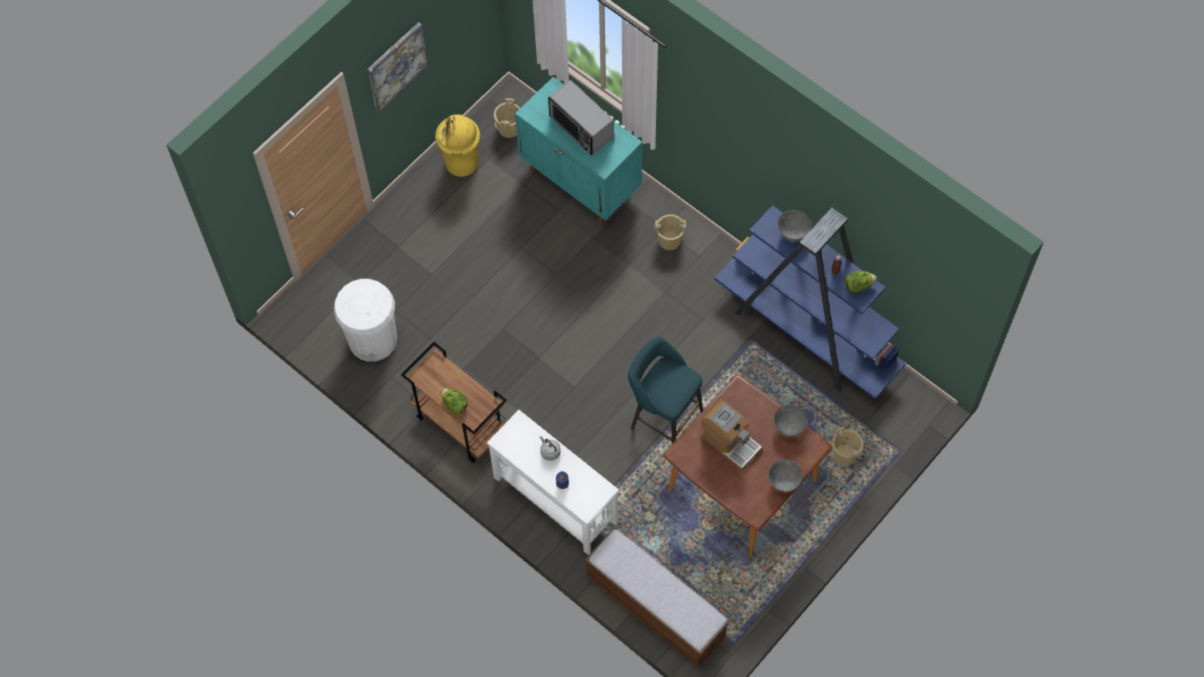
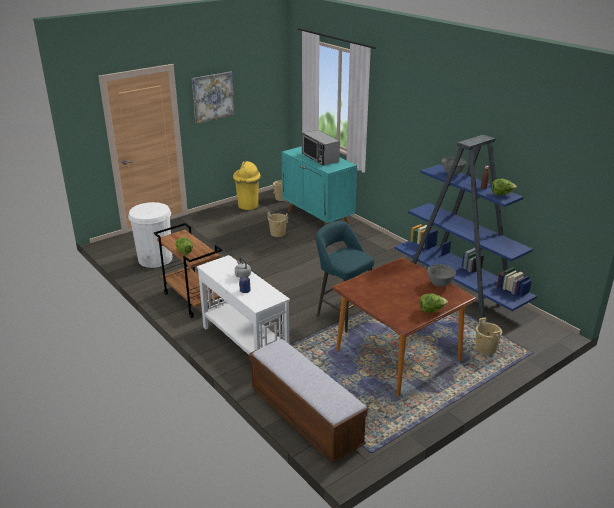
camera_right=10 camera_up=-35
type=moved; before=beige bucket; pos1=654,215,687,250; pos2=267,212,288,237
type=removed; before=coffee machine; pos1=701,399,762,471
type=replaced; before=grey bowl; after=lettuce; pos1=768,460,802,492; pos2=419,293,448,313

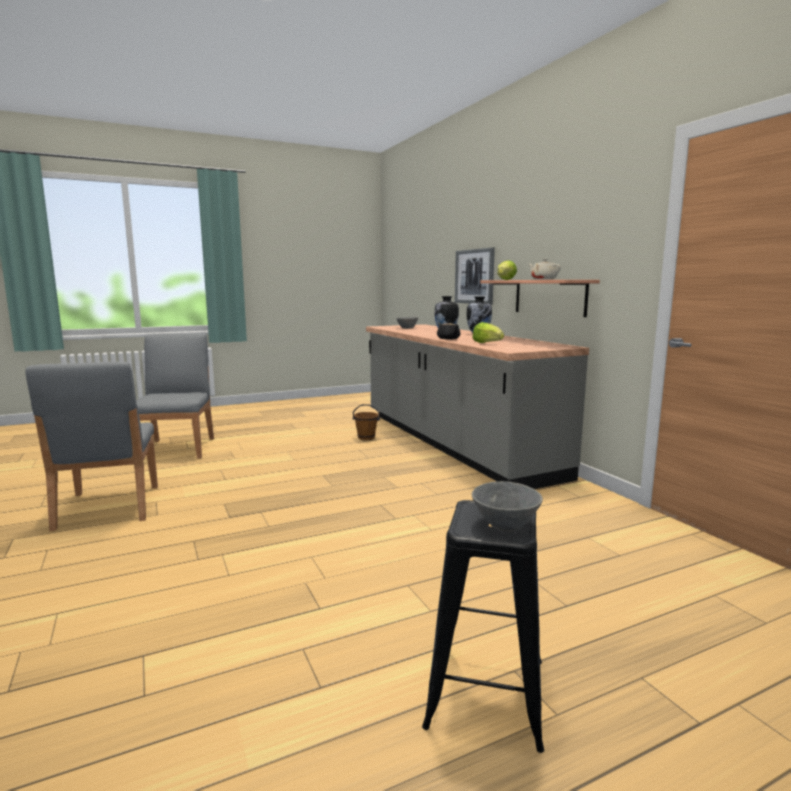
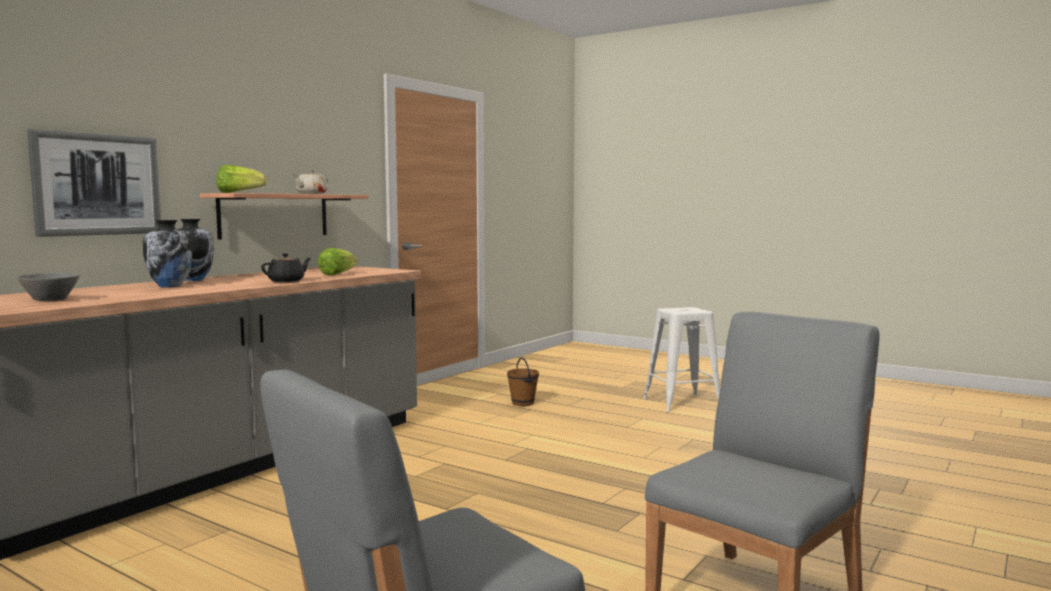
camera_right=-120 camera_up=-5
type=moved; before=brown bucket; pos1=352,404,380,440; pos2=507,357,539,406
type=removed; before=grey bowl; pos1=472,481,543,531
type=recoloured; before=black stool; after=white stool; pos1=422,500,544,753; pos2=643,307,720,412

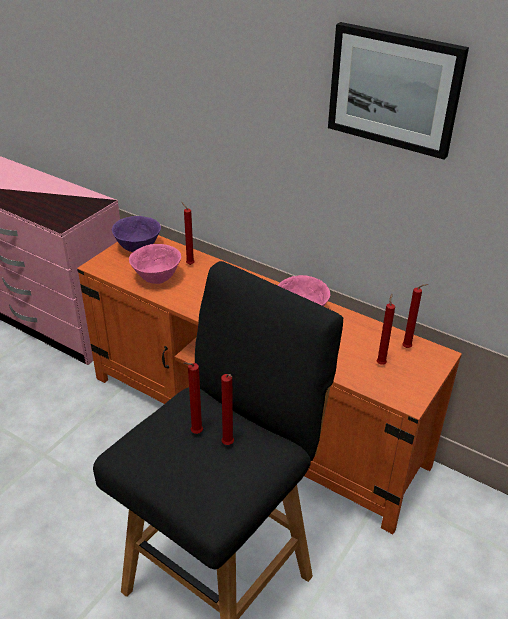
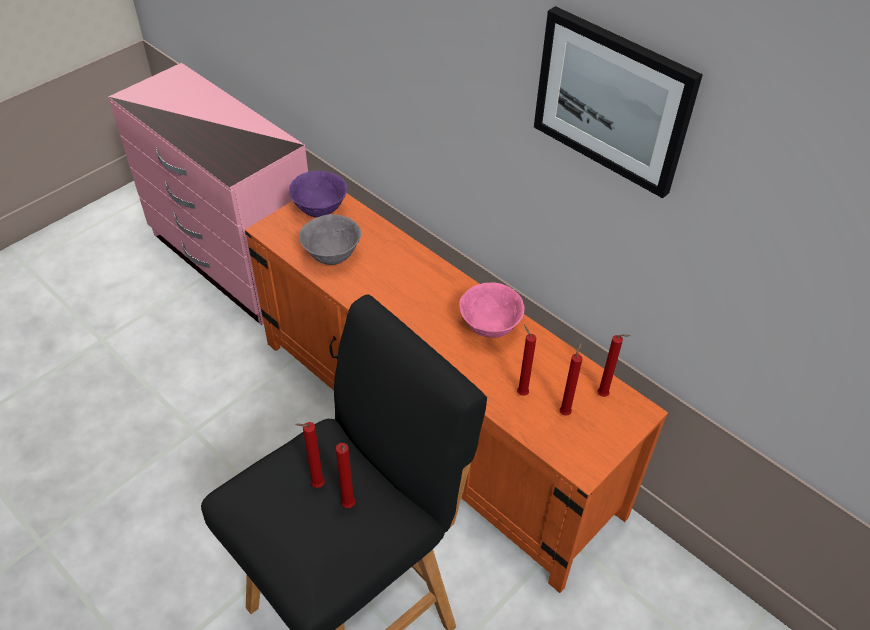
camera_right=10 camera_up=10
type=moved; before=red candle; pos1=181,201,195,265; pos2=517,325,536,396
type=recoloured; before=pink bowl; after=grey bowl; pos1=129,244,181,284; pos2=299,214,361,265

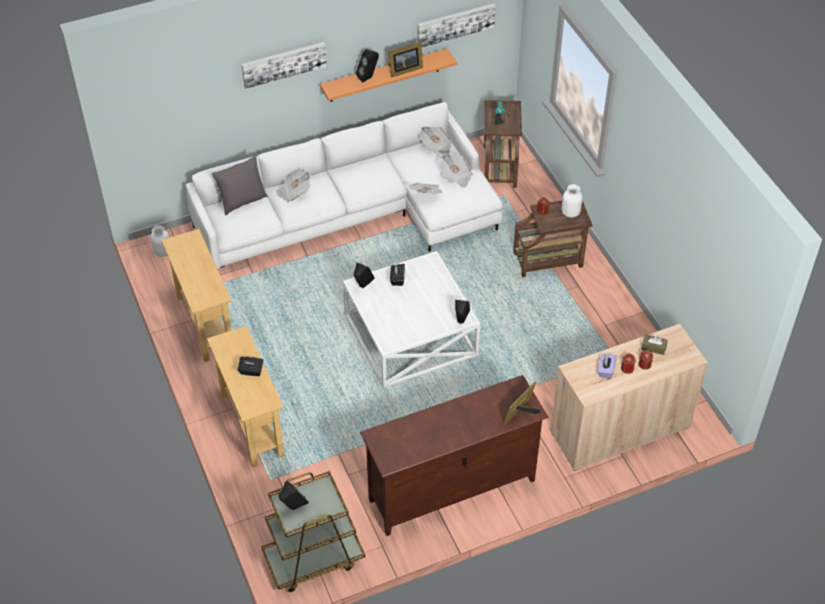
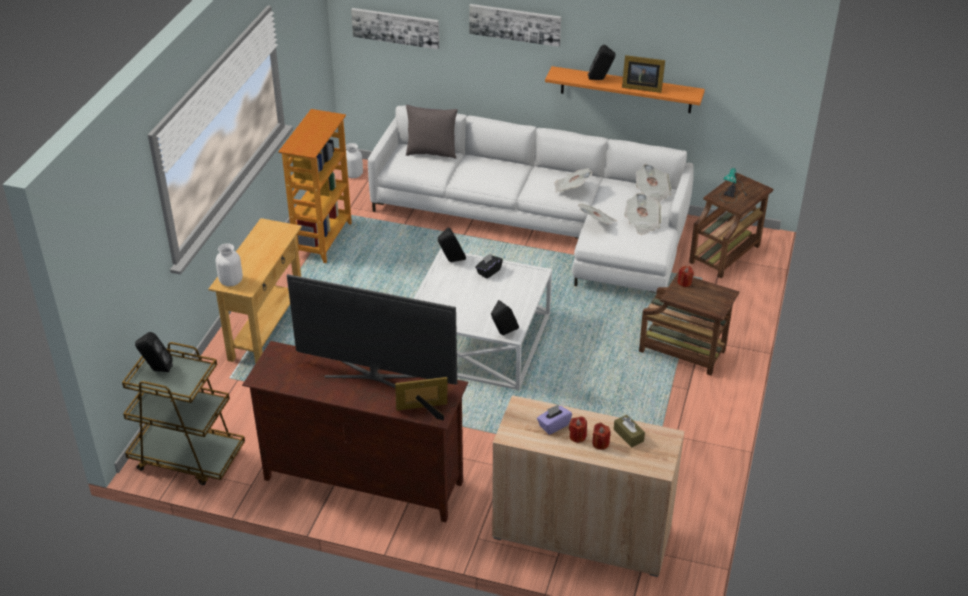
camera_right=40 camera_up=-10
type=moved; before=picture; pos1=418,3,496,48; pos2=351,8,439,49
type=moved; before=newspaper; pos1=277,170,311,203; pos2=554,168,592,192
type=moved; before=white vase; pos1=561,184,583,218; pos2=215,243,243,286
type=replaced; before=beige console table; after=bookcase; pos1=162,229,232,362; pos2=278,109,352,263
type=removed; before=black tissue box; pos1=238,356,264,376
type=added; after=television; pos2=287,274,457,388

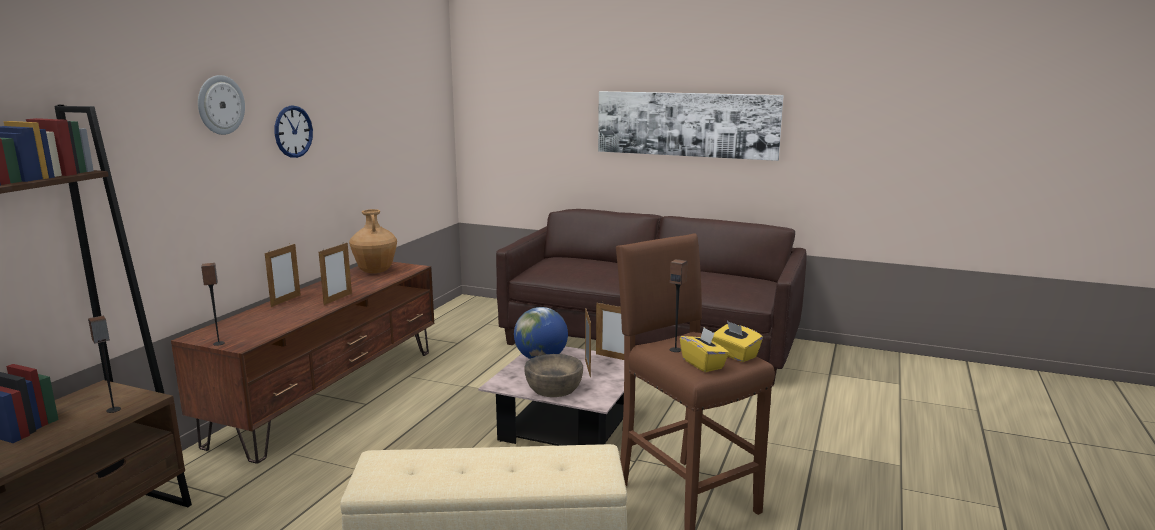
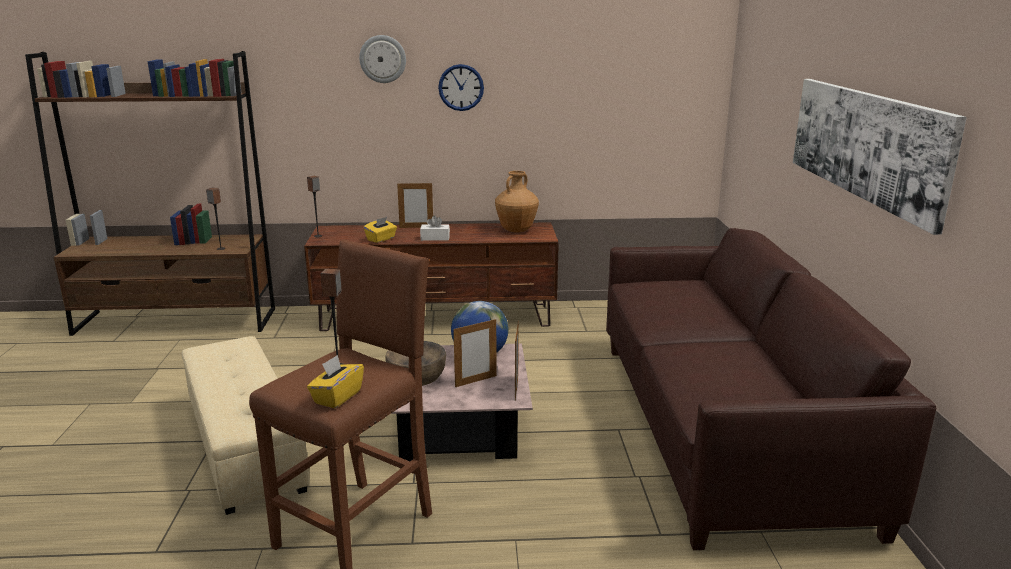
camera_right=65 camera_up=5
type=replaced; before=picture frame; after=white tissue box; pos1=319,242,352,305; pos2=420,215,450,241
type=moved; before=yellow tissue box; pos1=680,327,729,372; pos2=364,217,397,243

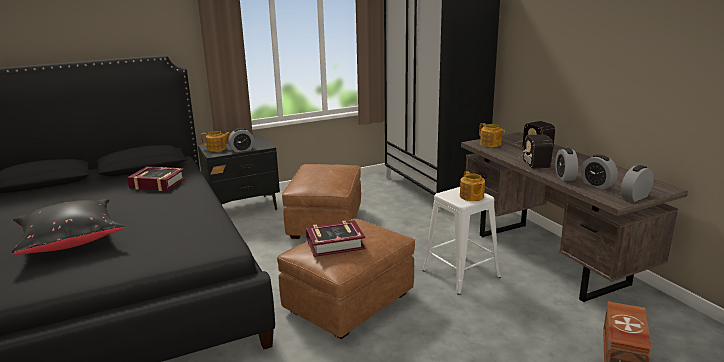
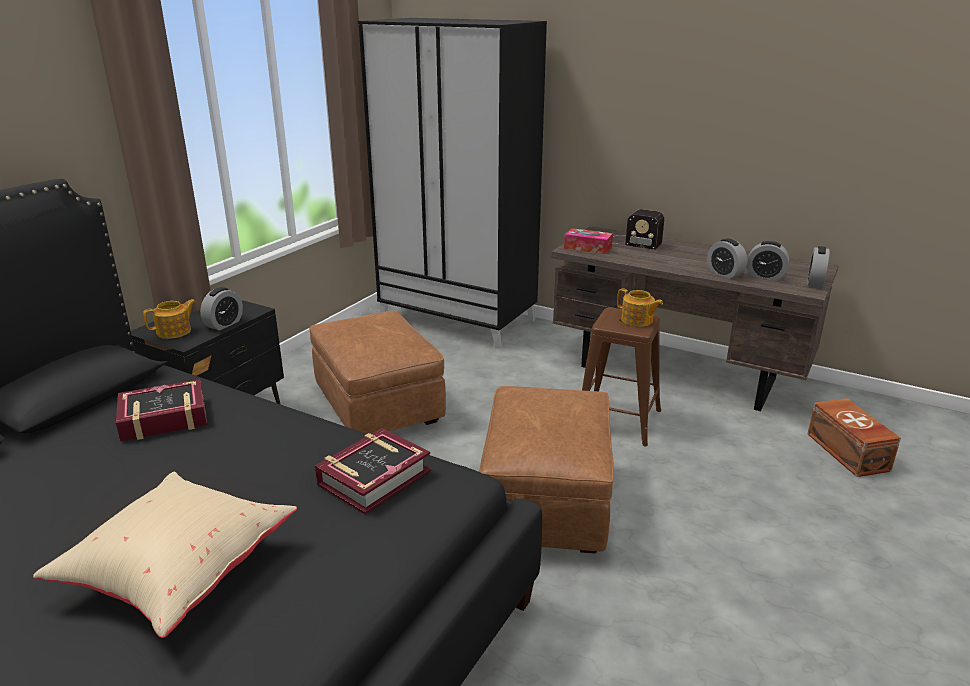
camera_right=-35 camera_up=5
type=replaced; before=teapot; after=tissue box; pos1=479,123,505,147; pos2=564,228,613,254
type=removed; before=radio; pos1=518,134,553,169
type=recoloured; before=white stool; after=brown stool; pos1=422,187,501,295; pos2=582,307,661,446
type=recoloured; before=black pillow; after=beige pillow; pos1=12,199,125,255; pos2=33,472,297,638
type=moved; before=book; pos1=306,220,366,257; pos2=315,428,431,514

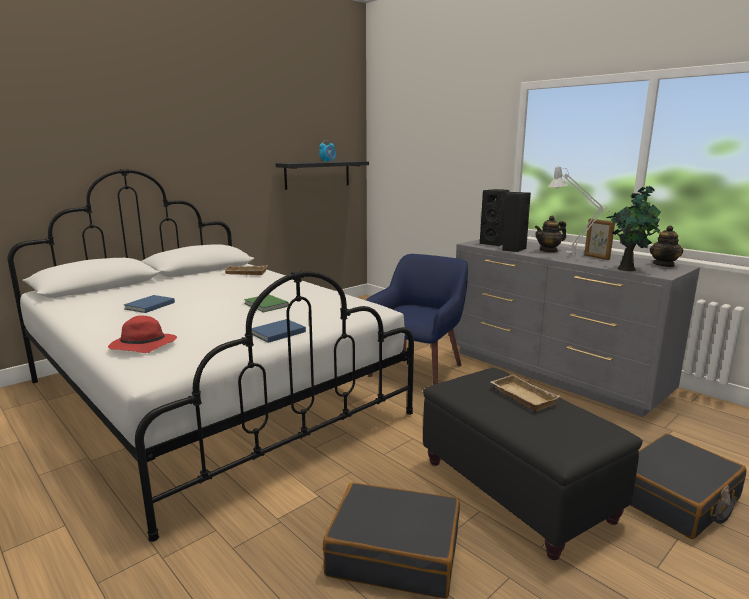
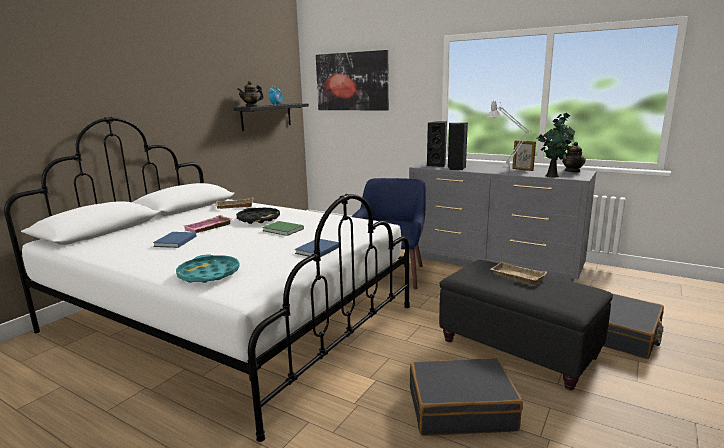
camera_right=-15 camera_up=0
type=moved; before=teapot; pos1=535,216,566,252; pos2=237,81,264,107
type=replaced; before=red hat; after=turquoise tray; pos1=108,315,177,353; pos2=176,255,240,283
type=added; after=picture; pos2=316,50,389,111
type=added; after=black tray; pos2=236,208,280,224
type=added; after=pink tray; pos2=182,215,232,233

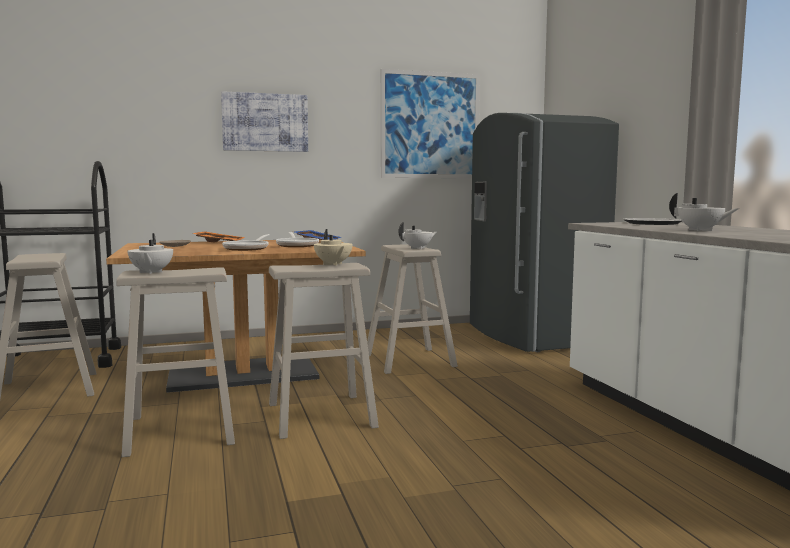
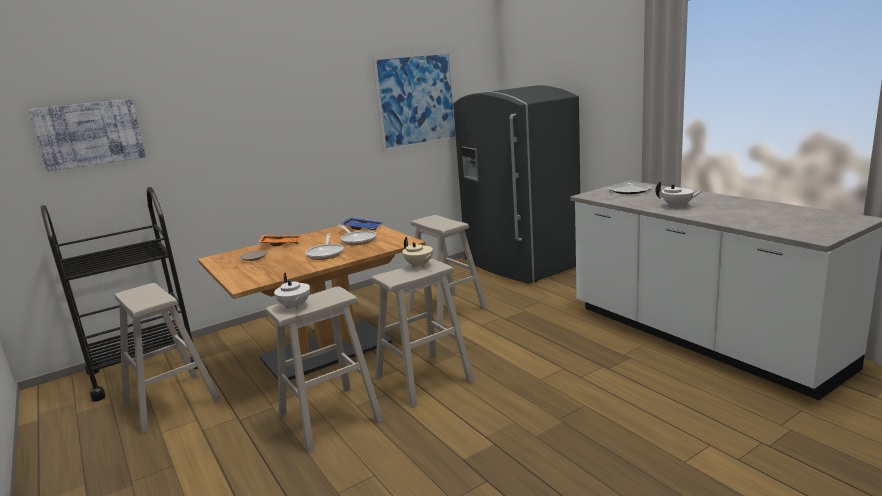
camera_right=-15 camera_up=10
type=moved; before=picture; pos1=221,91,308,152; pos2=29,99,146,172
type=removed; before=white teapot; pos1=398,222,437,249

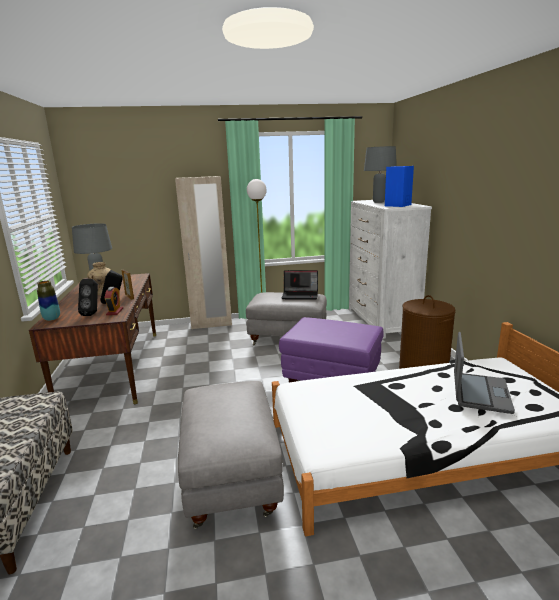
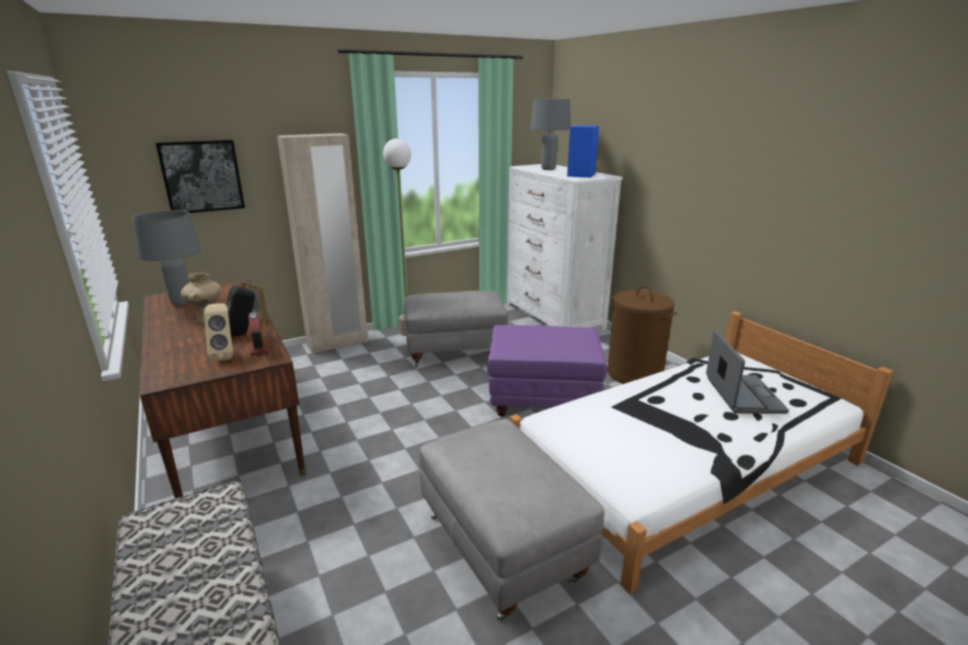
camera_right=-20 camera_up=5
type=removed; before=laptop; pos1=282,270,318,300
type=recoloured; before=black speaker; after=beige speaker; pos1=78,279,98,316; pos2=204,303,233,361
type=removed; before=vase; pos1=37,281,60,321
type=added; after=picture; pos2=156,140,245,213

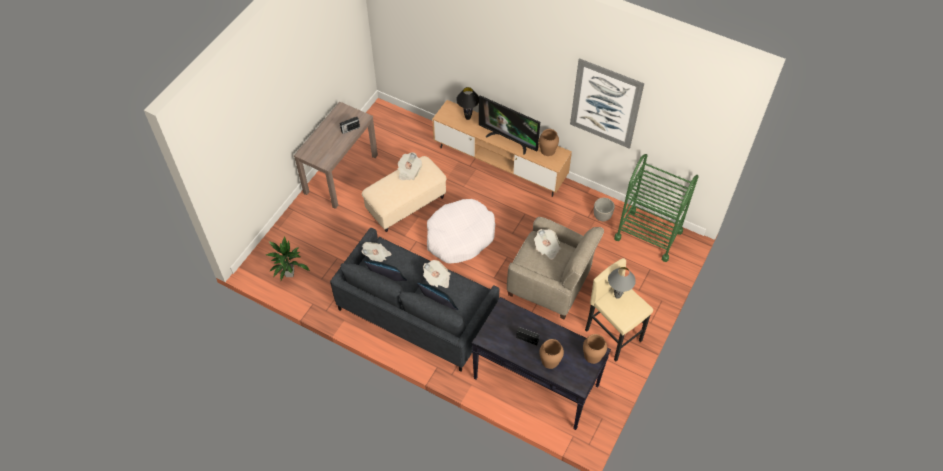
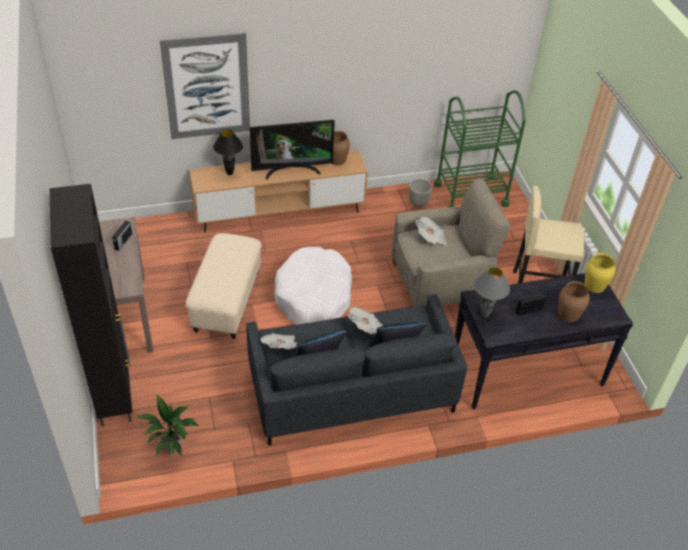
camera_right=-45 camera_up=-10
type=moved; before=picture; pos1=570,58,644,149; pos2=160,33,250,139
type=removed; before=newspaper; pos1=397,152,422,180
type=moved; before=grey table lamp; pos1=608,267,636,299; pos2=474,267,510,317
type=recoloured; before=brown vase; after=yellow vase; pos1=583,334,607,364; pos2=585,253,616,293
type=added; after=black cabinet; pos2=50,184,132,427

